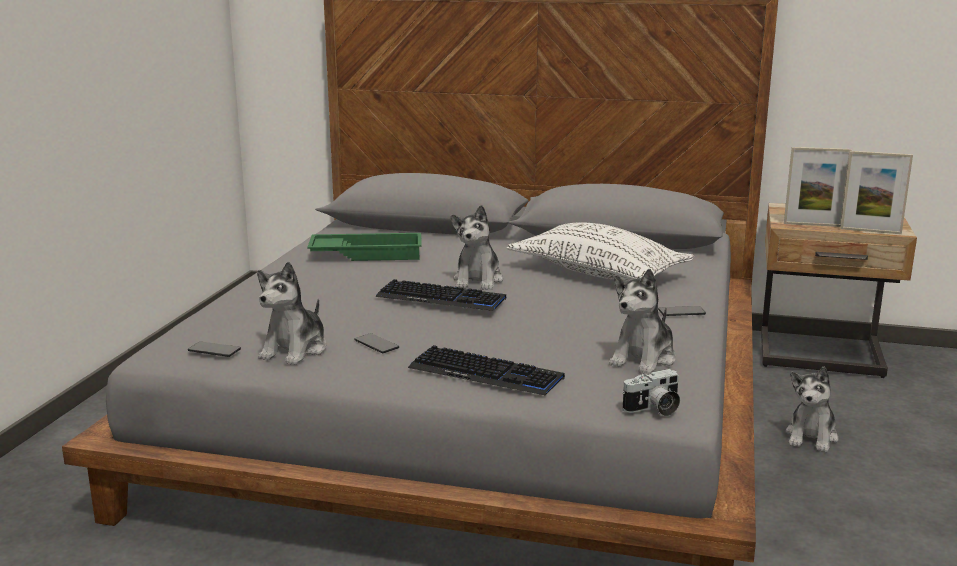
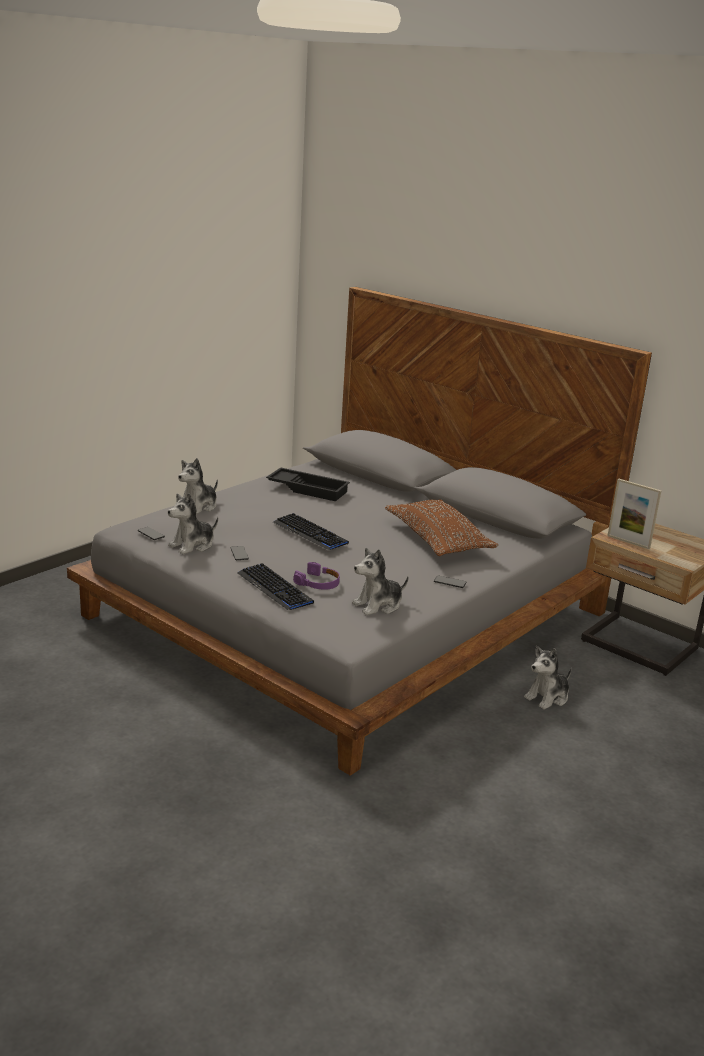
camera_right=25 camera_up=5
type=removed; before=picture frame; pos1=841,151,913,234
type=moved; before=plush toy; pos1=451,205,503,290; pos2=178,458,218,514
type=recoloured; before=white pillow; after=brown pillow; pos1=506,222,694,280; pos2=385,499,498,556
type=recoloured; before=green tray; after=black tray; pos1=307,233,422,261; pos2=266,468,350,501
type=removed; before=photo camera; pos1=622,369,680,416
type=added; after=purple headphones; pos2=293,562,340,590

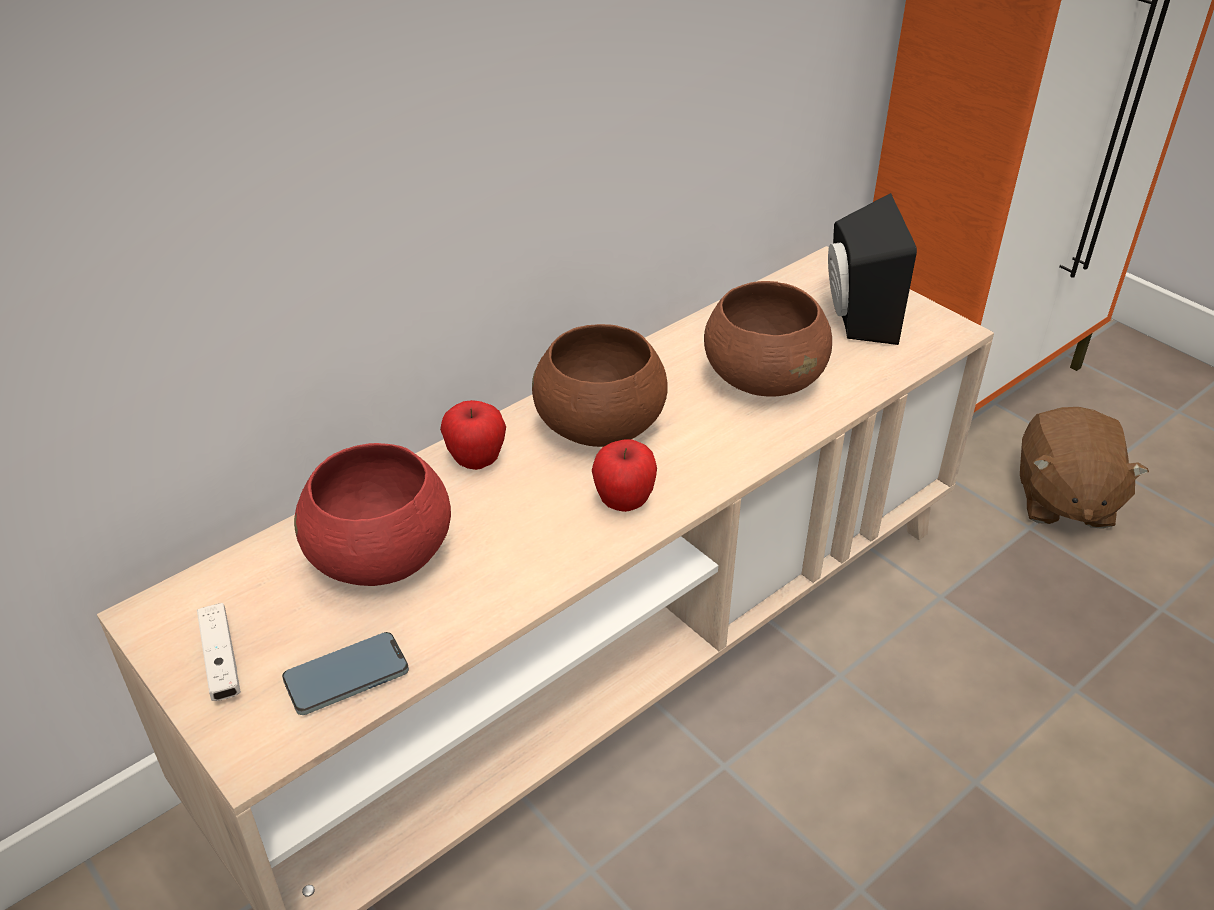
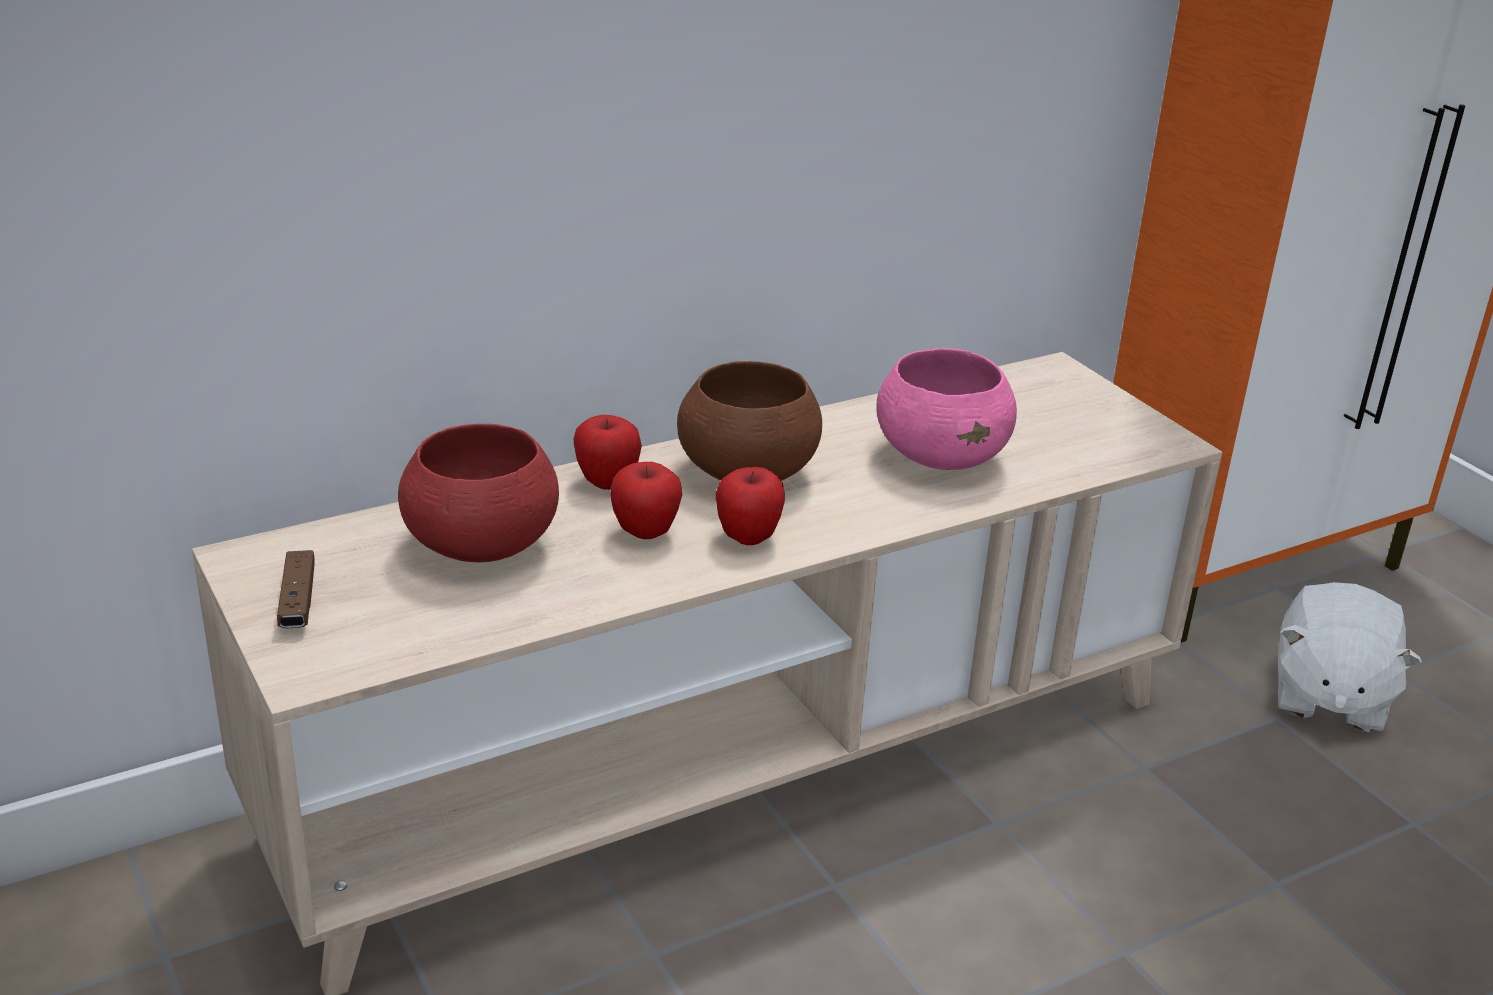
camera_right=10 camera_up=-10
type=removed; before=black speaker; pos1=828,193,917,345
type=recoloured; before=brown bowl; after=pink bowl; pos1=704,281,832,396; pos2=877,348,1017,470
type=recoloured; before=brown plush toy; after=white plush toy; pos1=1020,407,1149,529; pos2=1278,582,1422,733
type=recoloured; before=white game controller; after=brown game controller; pos1=197,603,241,701; pos2=277,550,315,628
type=removed; before=phone; pos1=282,632,409,715
type=added; after=apple; pos2=610,462,682,539

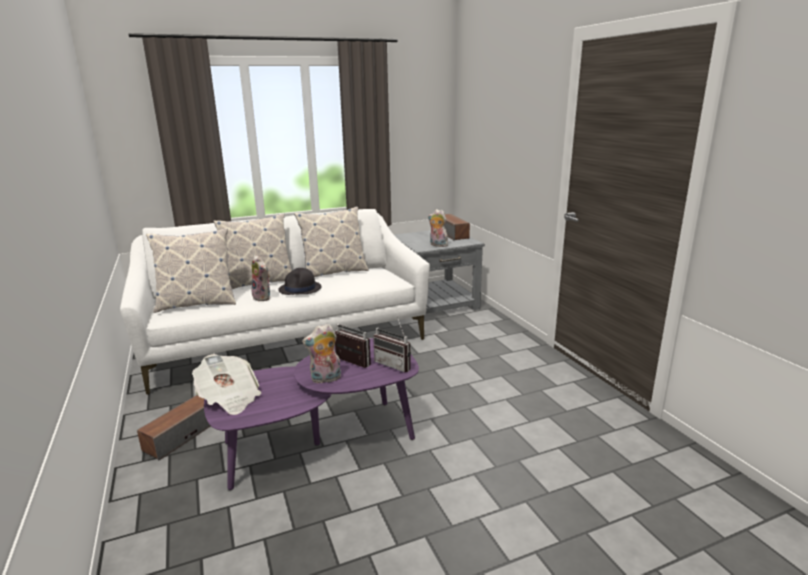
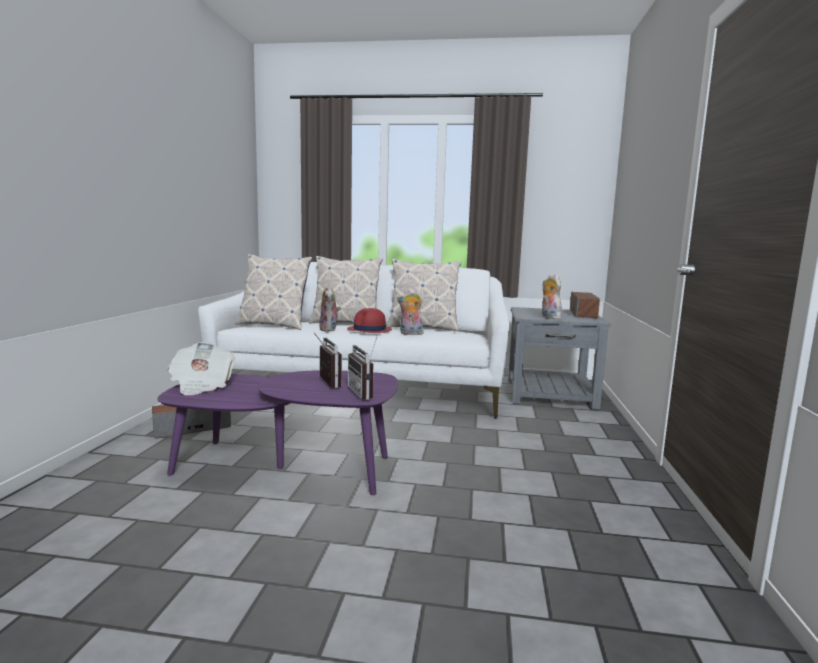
camera_right=30 camera_up=-10
type=recoloured; before=black hat; after=red hat; pos1=278,268,322,295; pos2=347,308,392,333
type=moved; before=plush toy; pos1=302,324,341,384; pos2=397,289,424,335

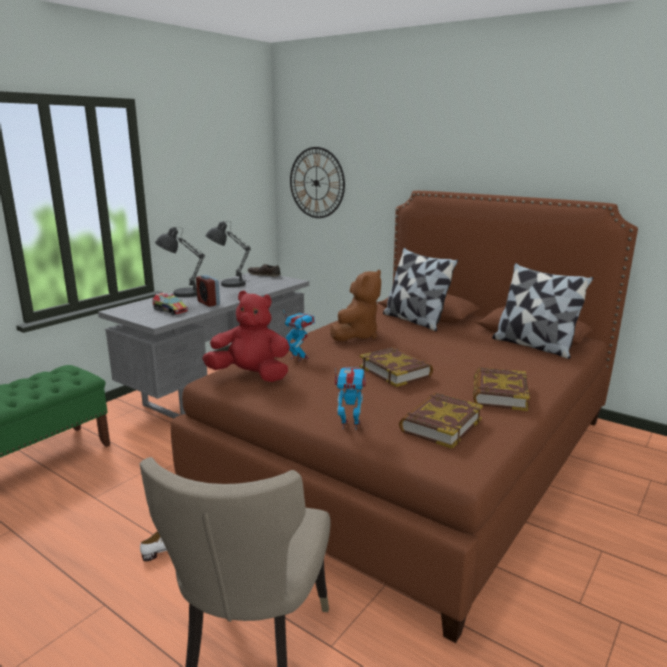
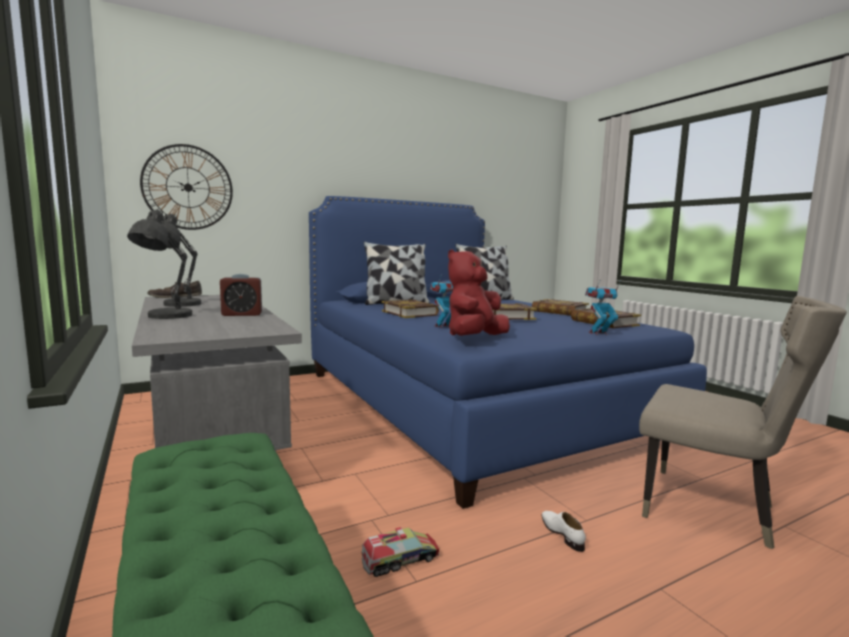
camera_right=-65 camera_up=-10
type=recoloured; before=brown bed; after=blue bed; pos1=171,191,638,643; pos2=309,196,707,509
type=replaced; before=brown plush toy; after=book; pos1=330,270,381,342; pos2=382,299,439,318
type=moved; before=toy truck; pos1=152,293,188,315; pos2=362,527,439,577
type=turned; before=toy robot; pos1=335,367,366,430; pos2=585,280,621,335; turn=45

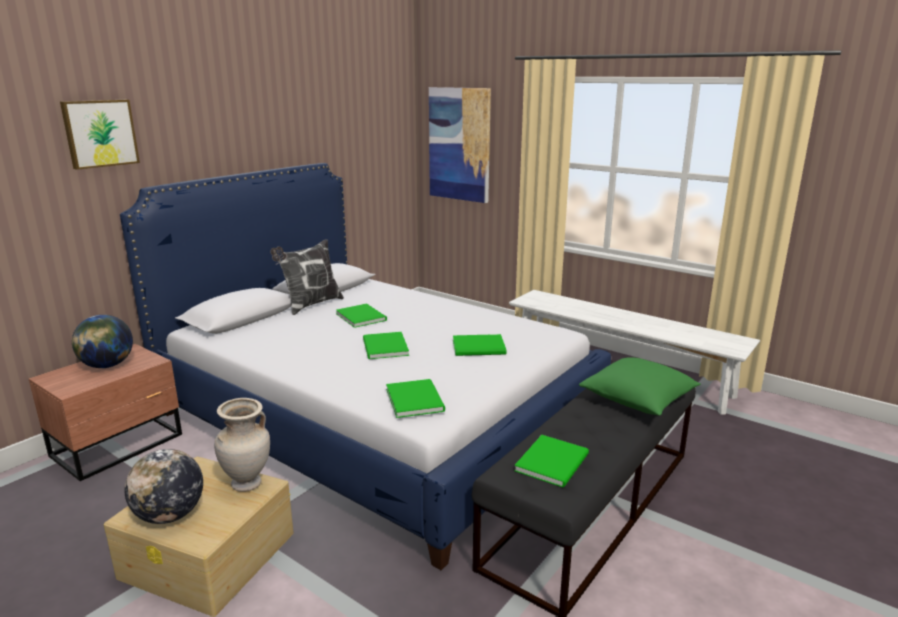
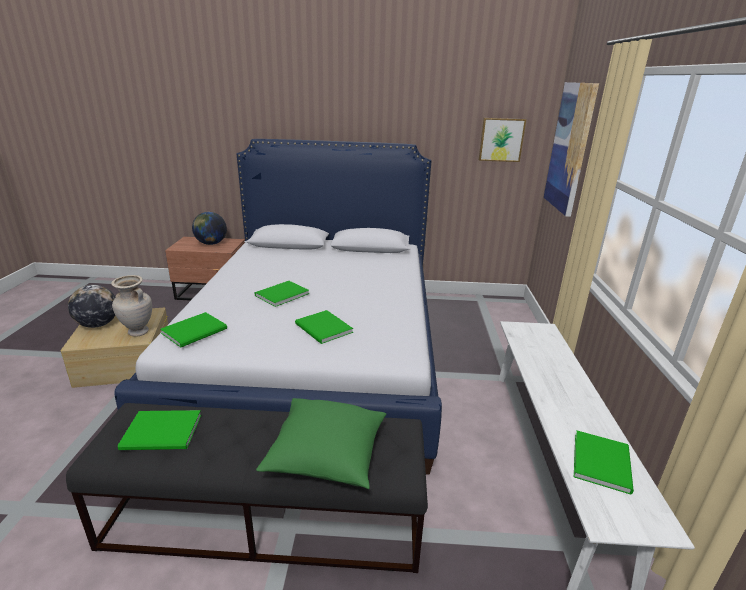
camera_right=55 camera_up=5
type=moved; before=picture; pos1=60,100,140,170; pos2=479,118,526,162
type=removed; before=pillow; pos1=270,239,344,315
type=moved; before=green book; pos1=336,303,387,328; pos2=574,431,634,495

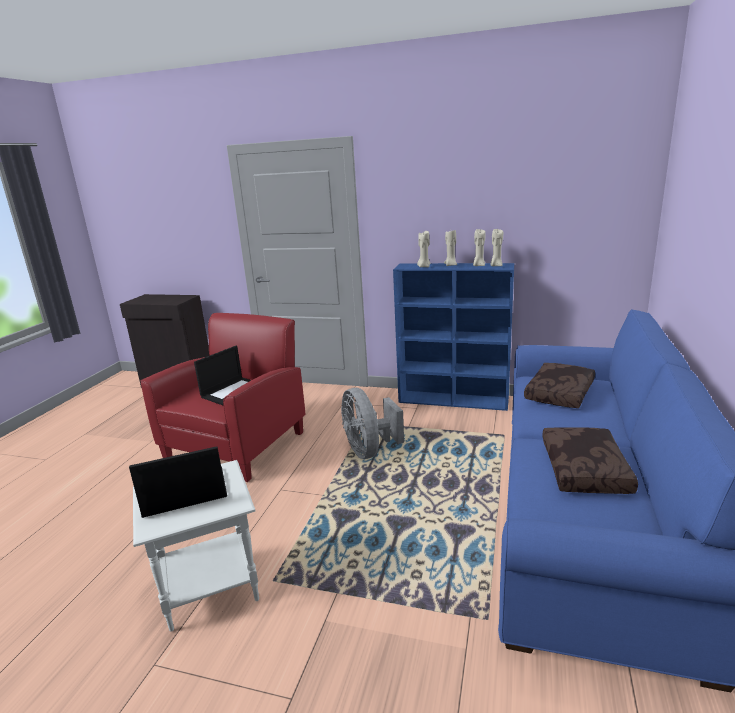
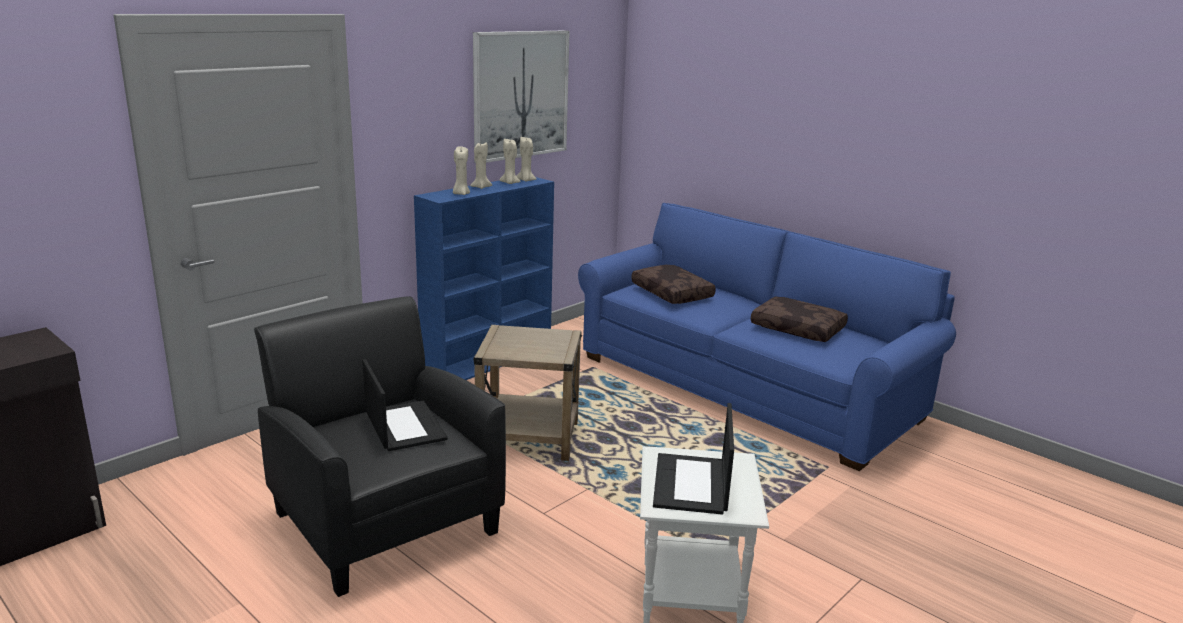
camera_right=-65 camera_up=0
type=recoloured; before=red armchair; after=black armchair; pos1=140,313,306,482; pos2=254,296,506,597
type=replaced; before=grey fan; after=beige side table; pos1=341,388,404,459; pos2=473,325,582,461
type=added; after=picture; pos2=473,30,570,163

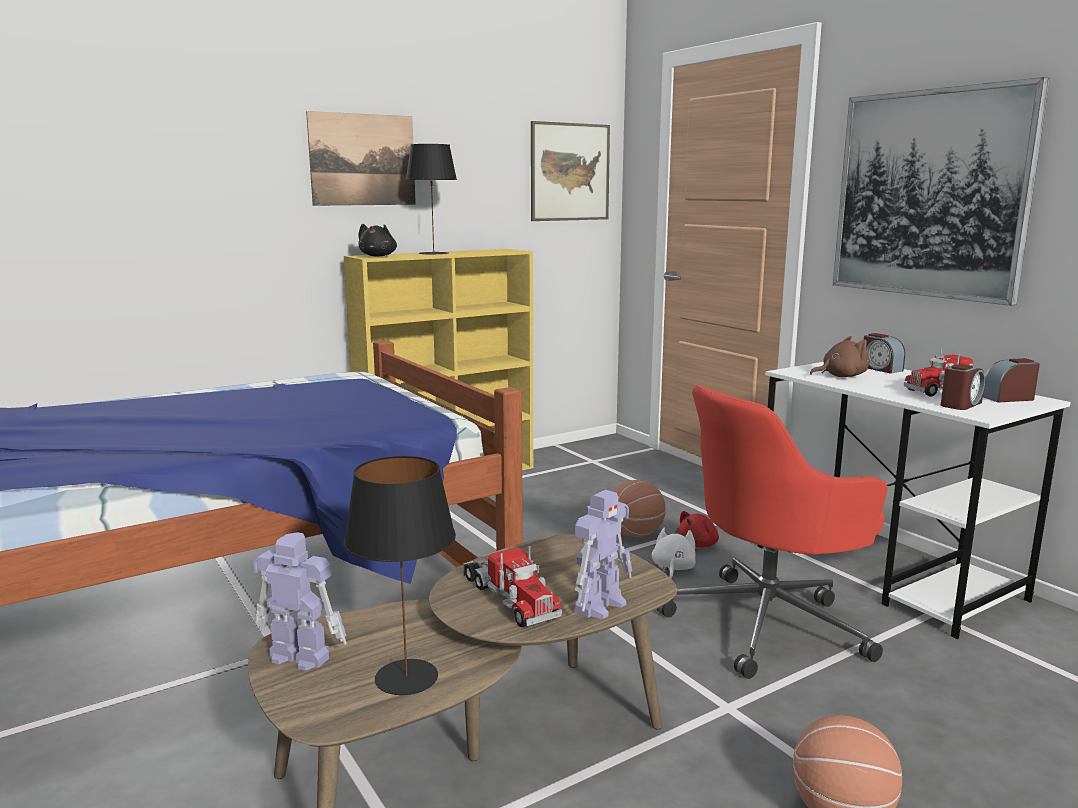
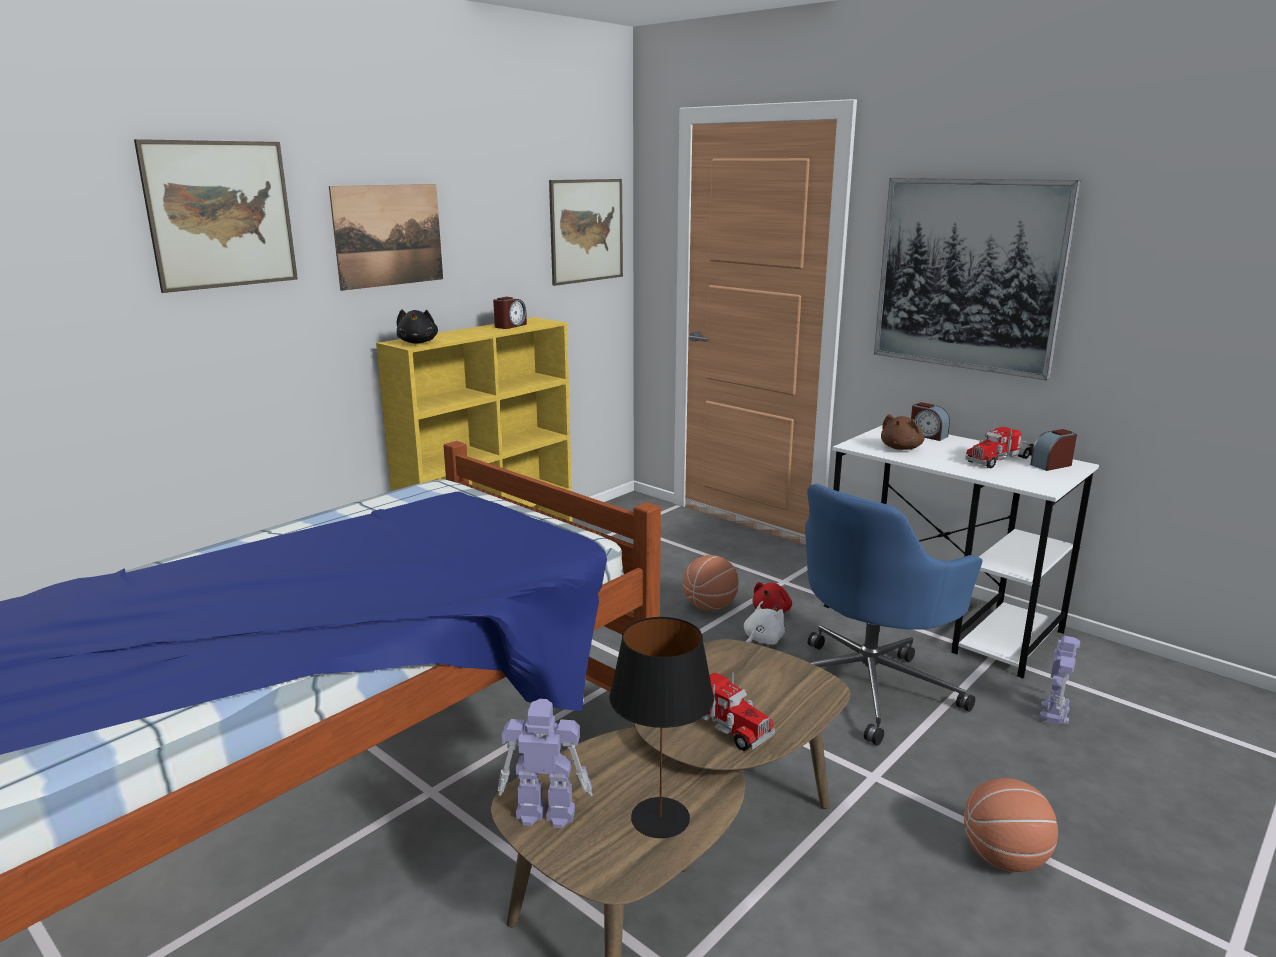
camera_right=-15 camera_up=5
type=removed; before=black table lamp; pos1=406,144,457,255
type=turned; before=brown plush toy; pos1=810,336,869,377; pos2=881,414,924,450; turn=150
type=moved; before=alarm clock; pos1=941,364,985,410; pos2=493,297,527,329
type=recoloured; before=red office chair; after=blue office chair; pos1=657,385,887,679; pos2=805,484,982,745
type=moved; before=toy robot; pos1=574,490,632,619; pos2=1040,636,1080,725
type=turned; before=white plush toy; pos1=652,528,696,579; pos2=744,601,785,645; turn=45
type=added; after=picture; pos2=134,139,298,293

